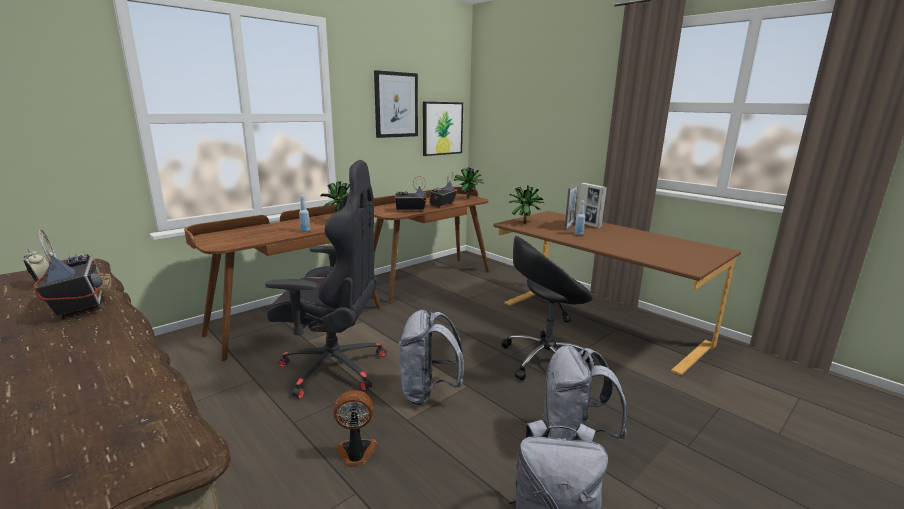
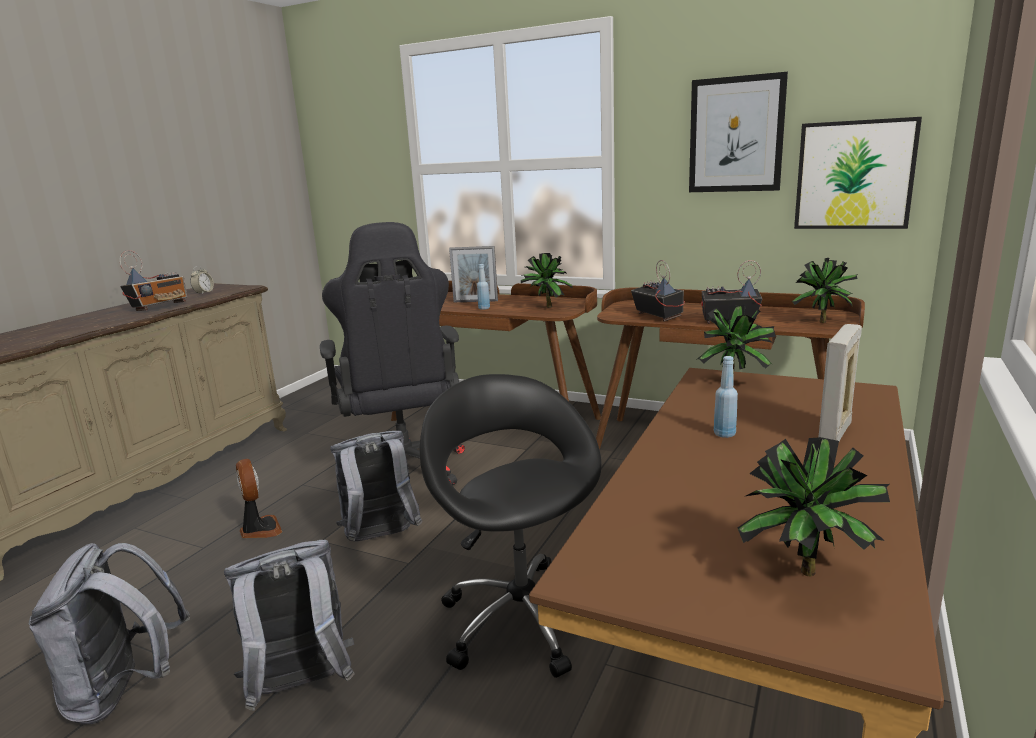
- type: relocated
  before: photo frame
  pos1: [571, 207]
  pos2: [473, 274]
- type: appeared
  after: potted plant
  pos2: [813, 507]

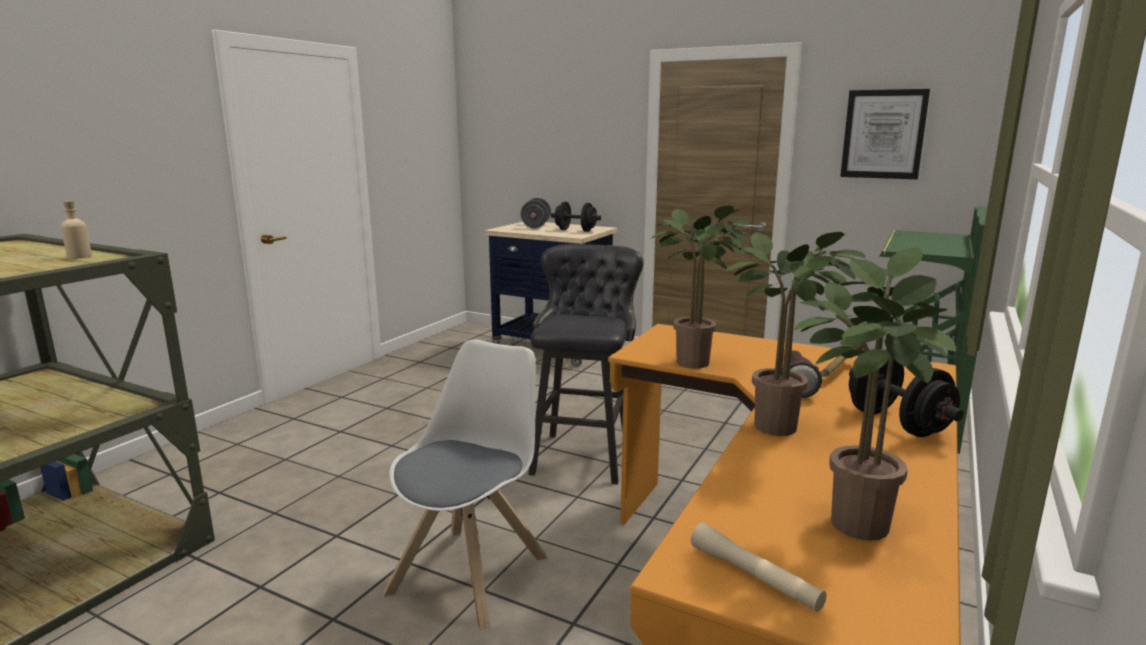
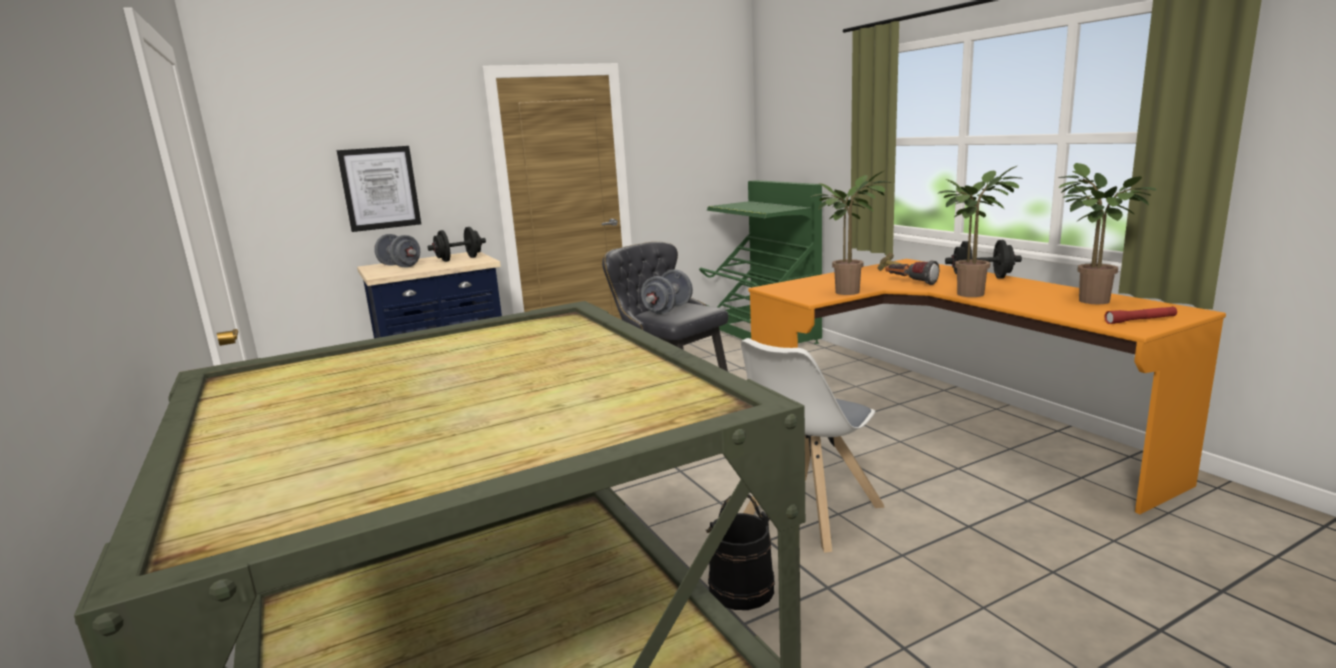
- type: relocated
  before: wall picture
  pos1: [885, 134]
  pos2: [379, 189]
- type: missing
  before: beige beverage bottle
  pos1: [76, 230]
- type: spun
  before: upright chair
  pos1: [465, 485]
  pos2: [813, 445]
  turn: -105
- type: colour
  before: beige flashlight
  after: red-coloured flashlight
  pos1: [758, 567]
  pos2: [1140, 315]
- type: appeared
  after: gray hand weight
  pos2: [667, 292]
- type: appeared
  after: black-coloured water bucket
  pos2: [740, 552]

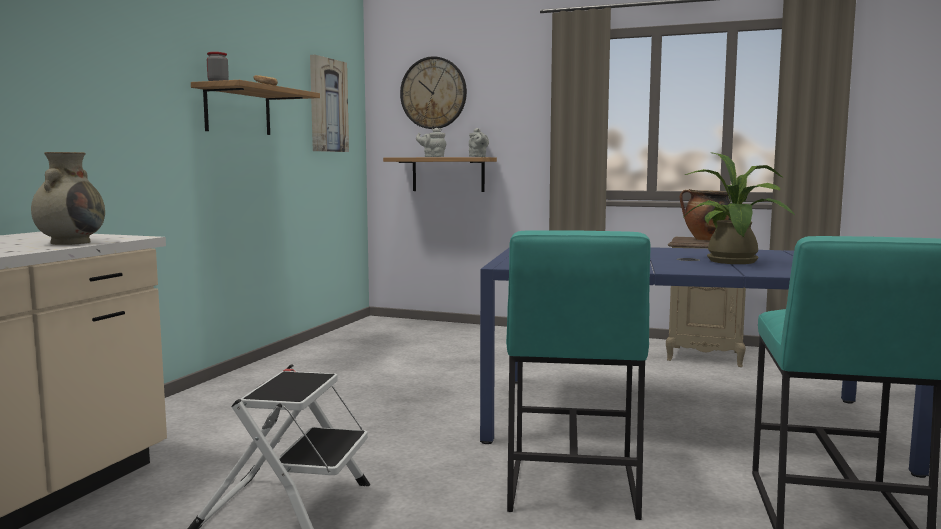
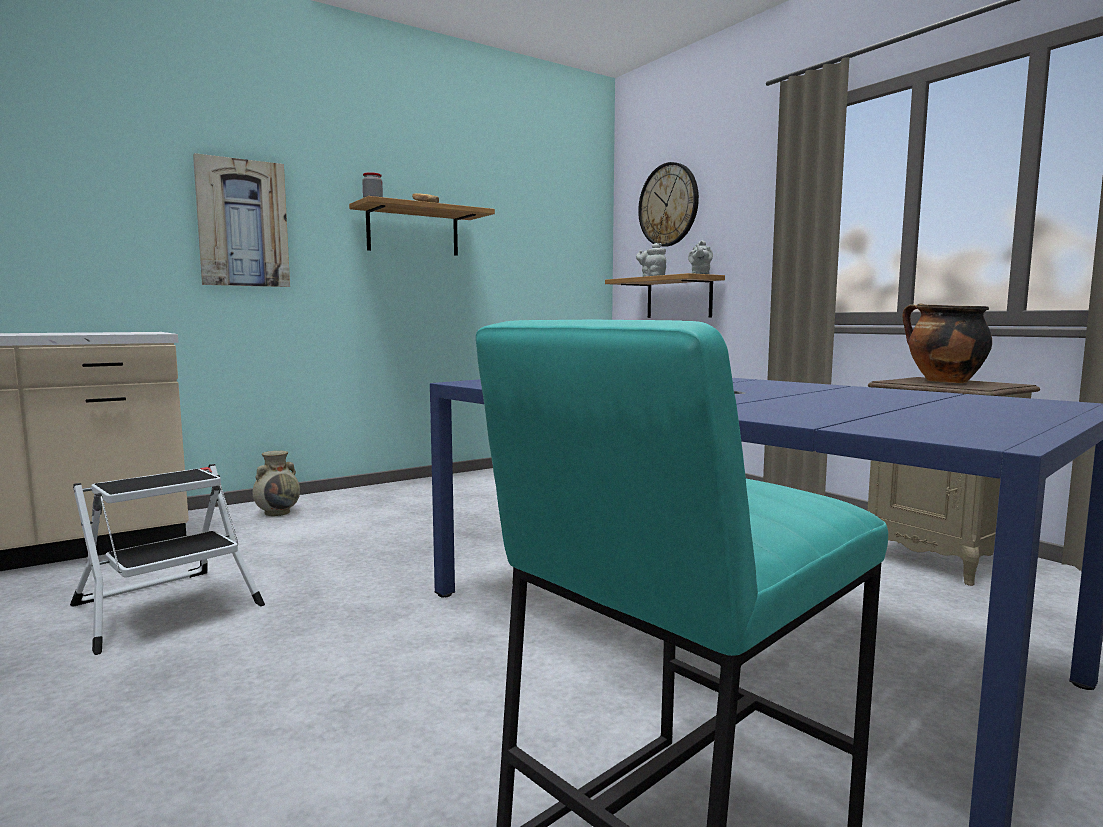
- type: relocated
  before: wall picture
  pos1: [329, 103]
  pos2: [241, 220]
- type: relocated
  before: beige vase
  pos1: [68, 198]
  pos2: [276, 483]
- type: missing
  before: potted plant
  pos1: [739, 208]
- type: missing
  before: blue-green upright chair
  pos1: [578, 375]

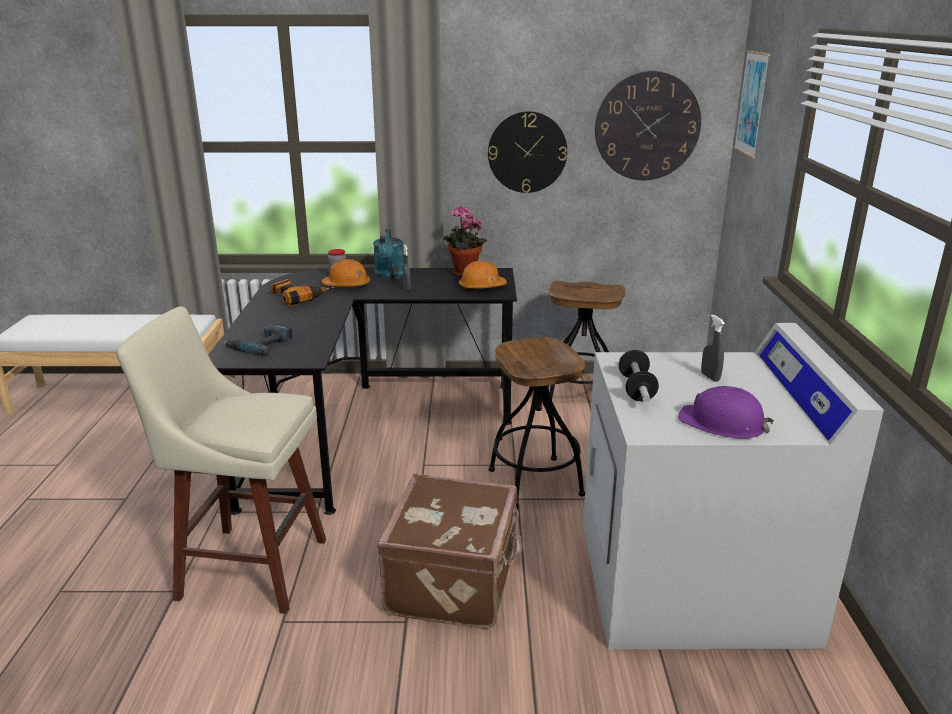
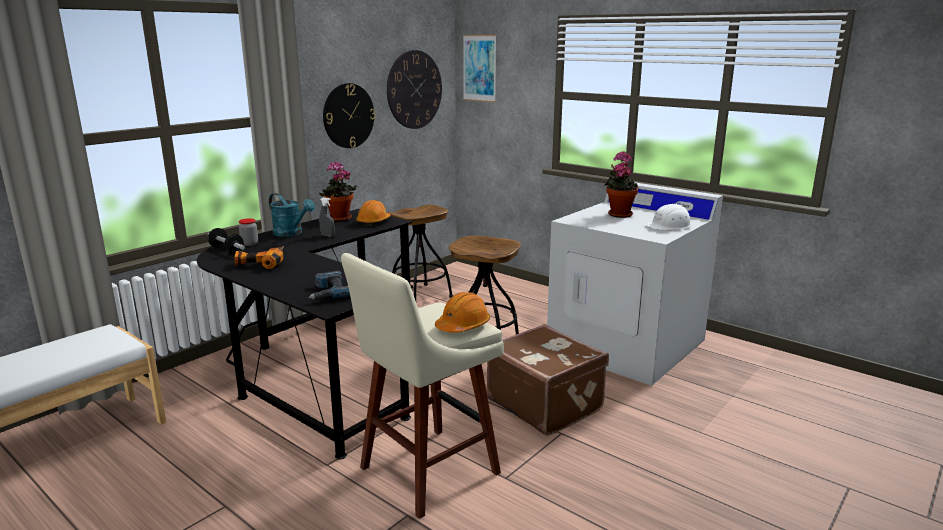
- type: relocated
  before: orange-coloured work helmet
  pos1: [346, 273]
  pos2: [462, 312]
- type: exchanged
  before: gray sprayer
  after: potted plant
  pos1: [713, 348]
  pos2: [621, 184]
- type: relocated
  before: hand weight
  pos1: [639, 376]
  pos2: [226, 241]
- type: colour
  before: purplish work helmet
  after: whitish work helmet
  pos1: [726, 412]
  pos2: [668, 217]

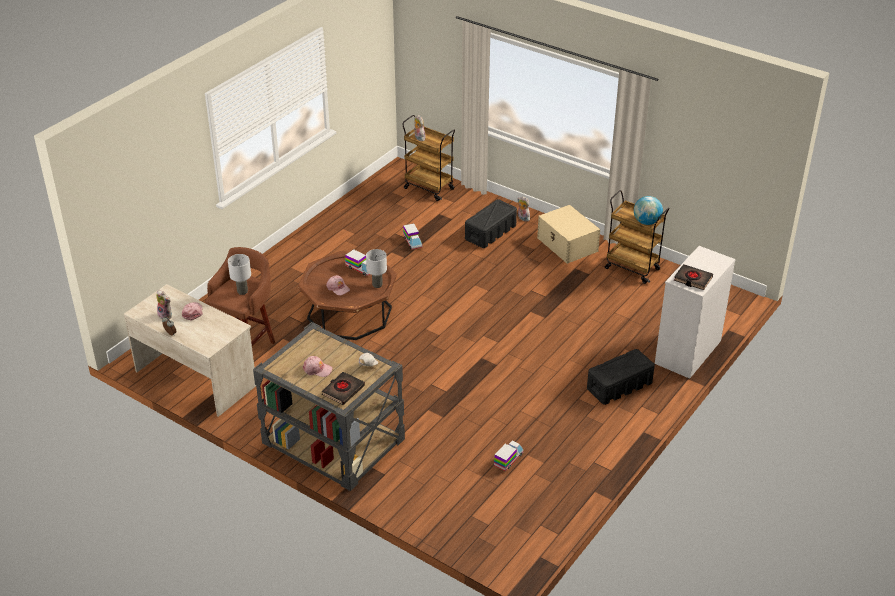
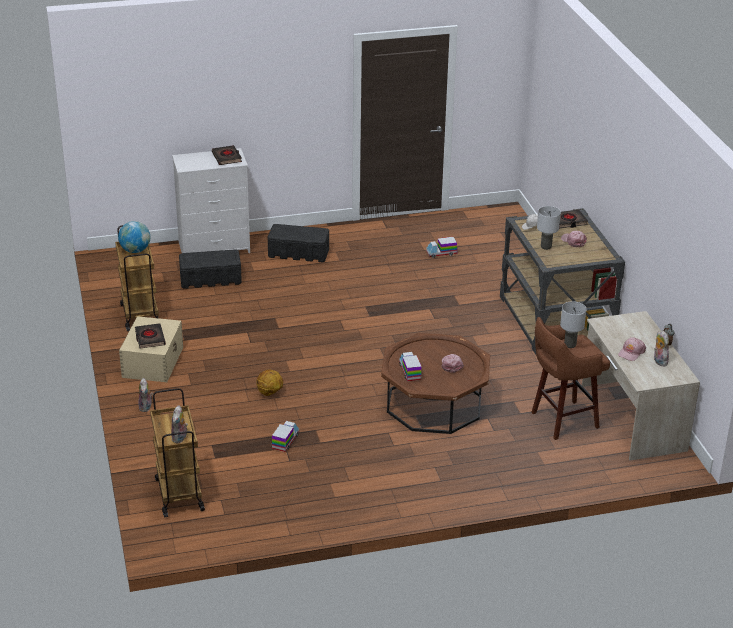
- type: relocated
  before: black-coloured storage box
  pos1: [491, 223]
  pos2: [210, 269]
- type: relocated
  before: whitish lamp for a table
  pos1: [376, 268]
  pos2: [549, 228]
- type: appeared
  after: black-coloured volume
  pos2: [150, 335]
- type: appeared
  after: ball for basketball
  pos2: [269, 382]

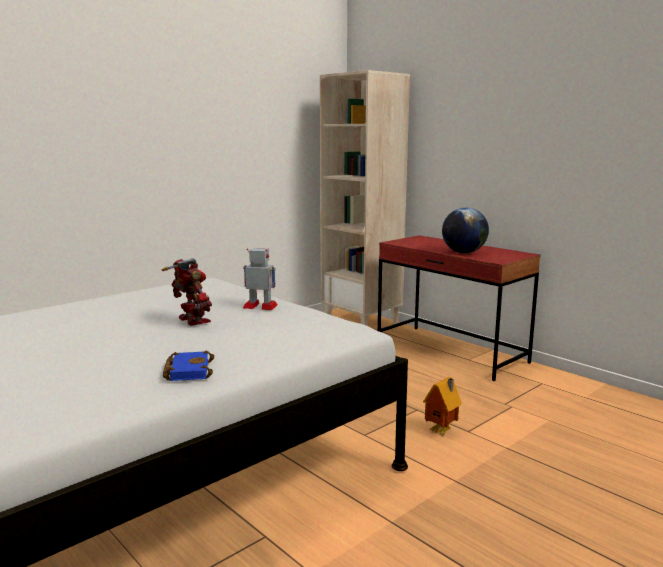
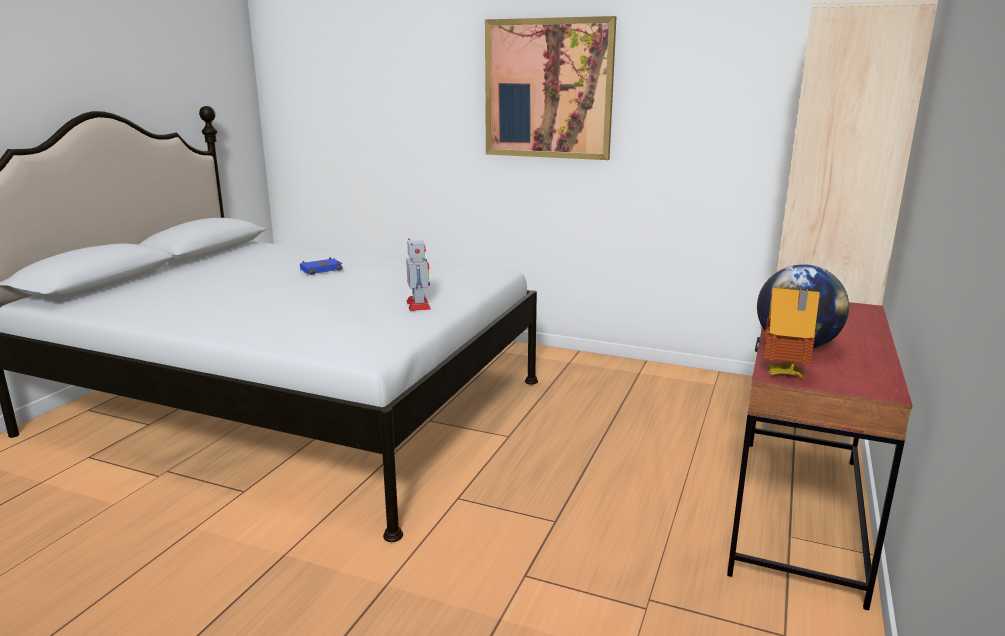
- type: missing
  before: model robot
  pos1: [187, 292]
- type: relocated
  before: blue-coloured volume
  pos1: [188, 365]
  pos2: [321, 266]
- type: relocated
  before: miniature house
  pos1: [442, 406]
  pos2: [792, 333]
- type: appeared
  after: wall picture
  pos2: [550, 88]

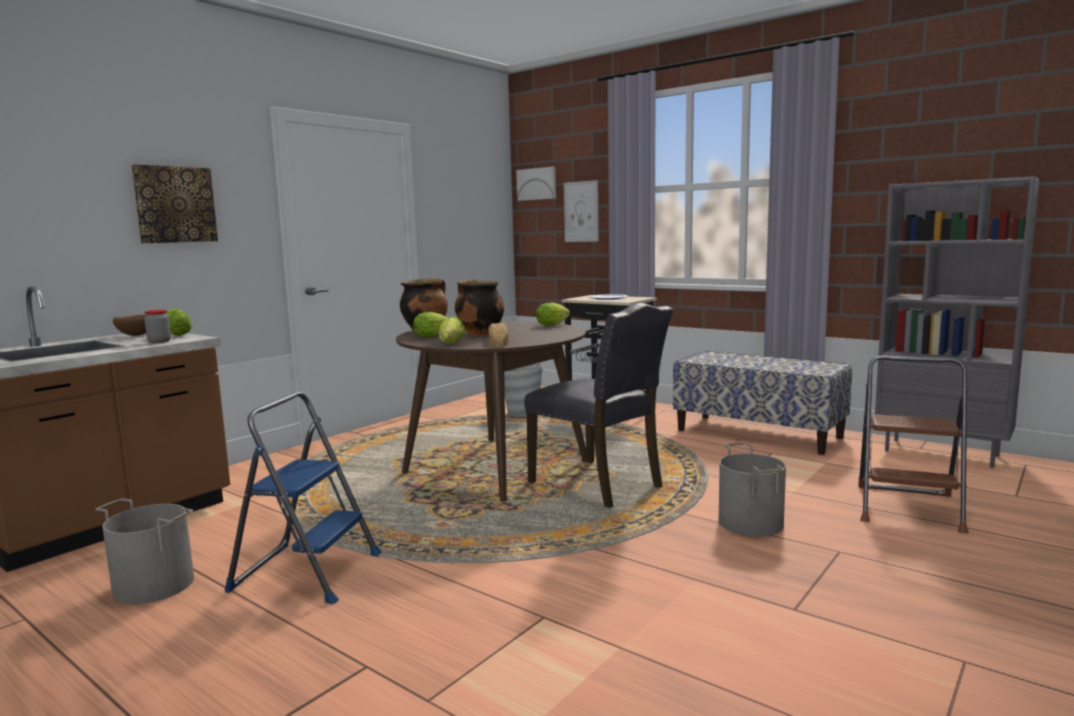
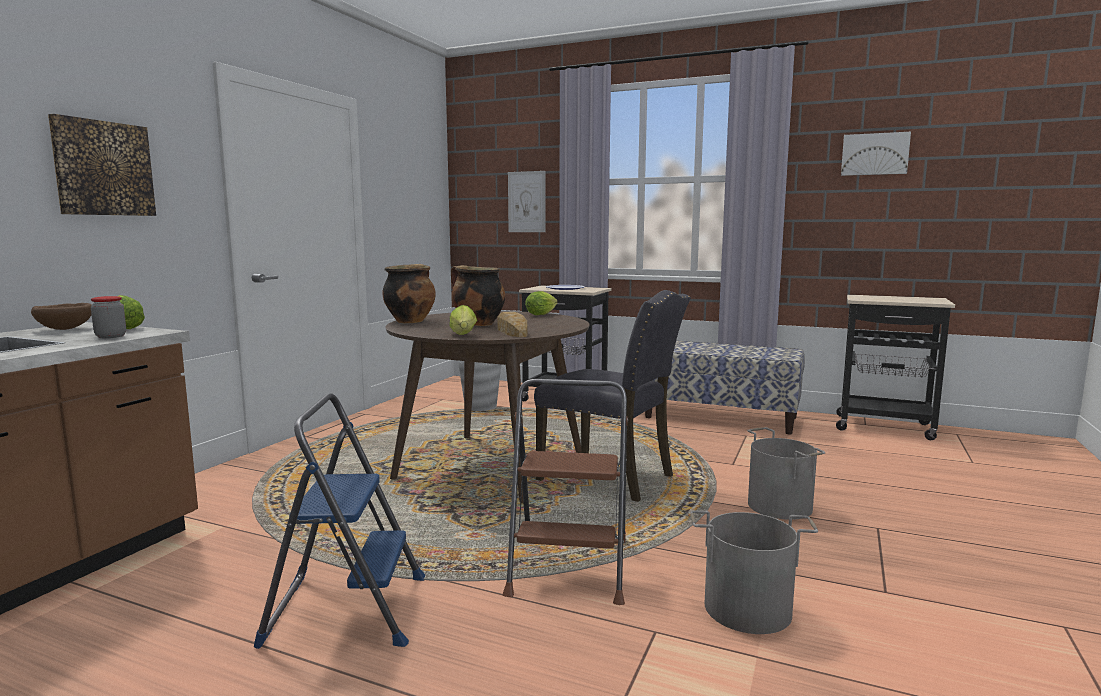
- type: relocated
  before: wall picture
  pos1: [536, 184]
  pos2: [876, 154]
- type: exchanged
  before: gray bookshelf
  after: cart
  pos1: [957, 322]
  pos2: [895, 367]
- type: missing
  before: lettuce
  pos1: [430, 324]
- type: relocated
  before: brown stepladder
  pos1: [913, 445]
  pos2: [565, 492]
- type: relocated
  before: gray water bucket
  pos1: [144, 551]
  pos2: [754, 572]

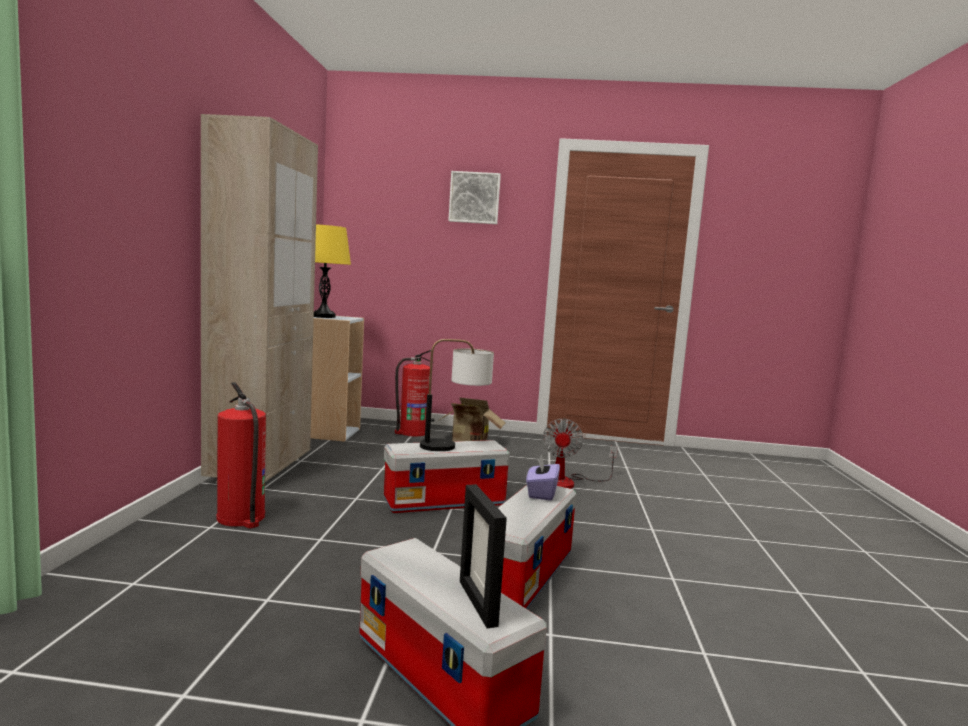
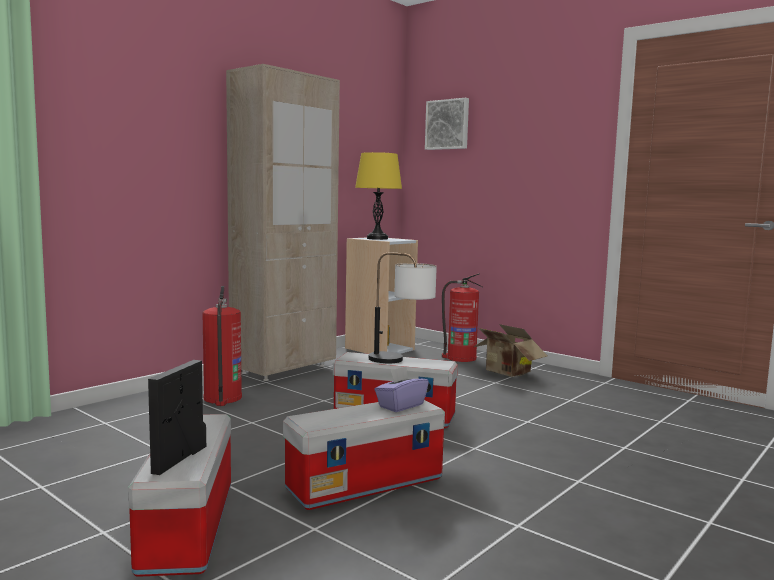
- type: relocated
  before: wall picture
  pos1: [474, 197]
  pos2: [447, 124]
- type: missing
  before: fan
  pos1: [580, 453]

